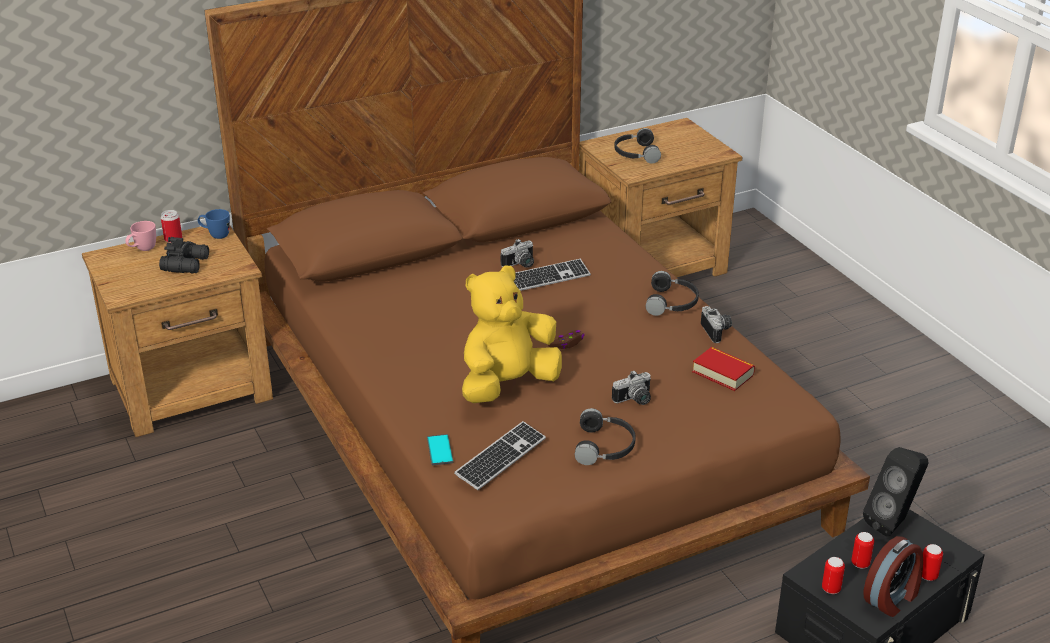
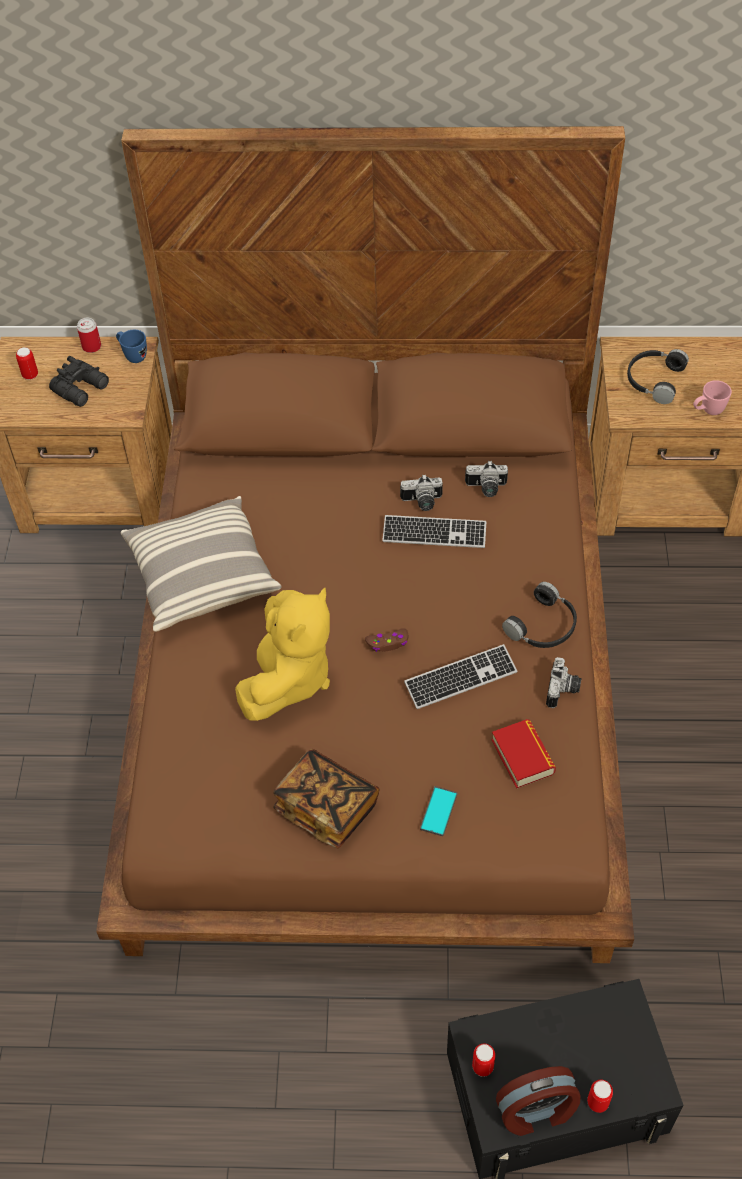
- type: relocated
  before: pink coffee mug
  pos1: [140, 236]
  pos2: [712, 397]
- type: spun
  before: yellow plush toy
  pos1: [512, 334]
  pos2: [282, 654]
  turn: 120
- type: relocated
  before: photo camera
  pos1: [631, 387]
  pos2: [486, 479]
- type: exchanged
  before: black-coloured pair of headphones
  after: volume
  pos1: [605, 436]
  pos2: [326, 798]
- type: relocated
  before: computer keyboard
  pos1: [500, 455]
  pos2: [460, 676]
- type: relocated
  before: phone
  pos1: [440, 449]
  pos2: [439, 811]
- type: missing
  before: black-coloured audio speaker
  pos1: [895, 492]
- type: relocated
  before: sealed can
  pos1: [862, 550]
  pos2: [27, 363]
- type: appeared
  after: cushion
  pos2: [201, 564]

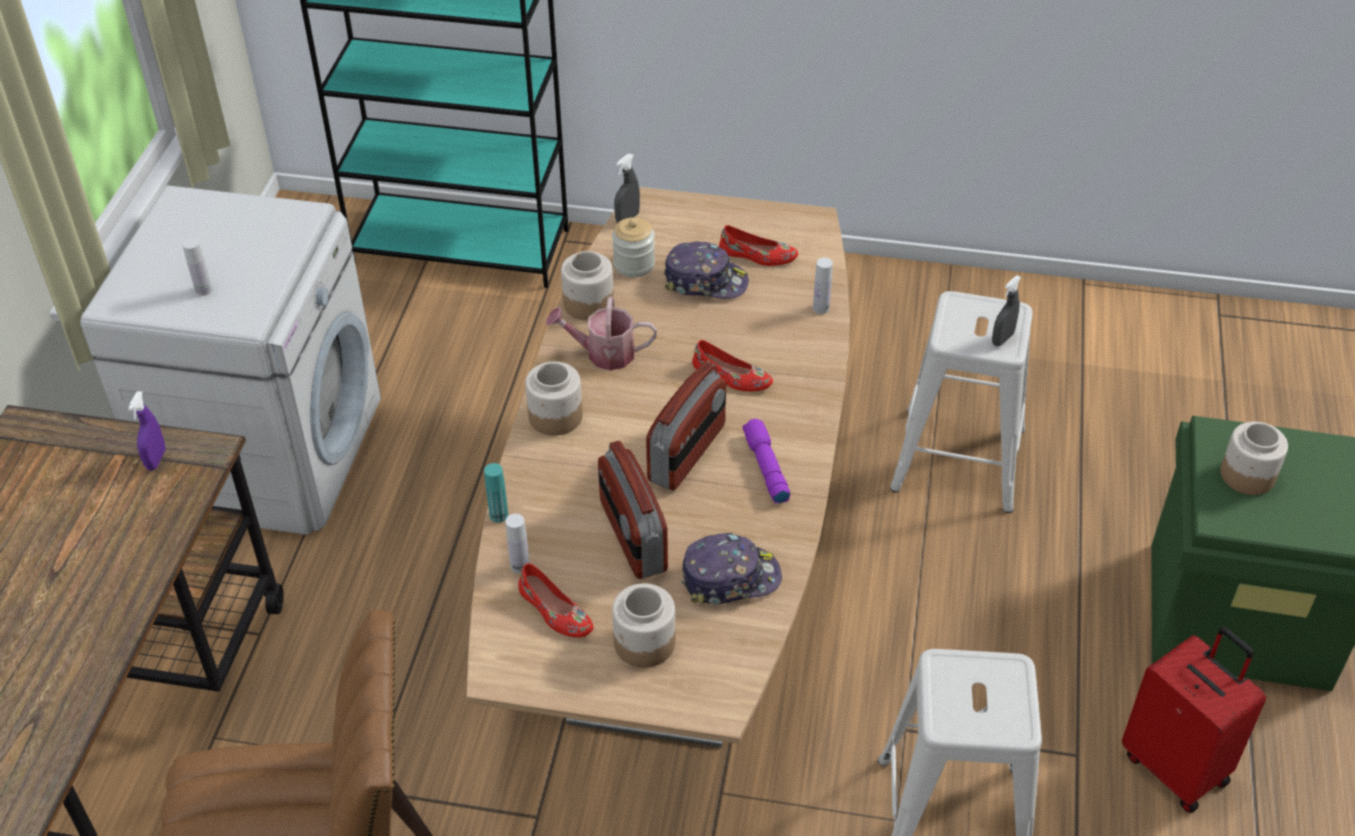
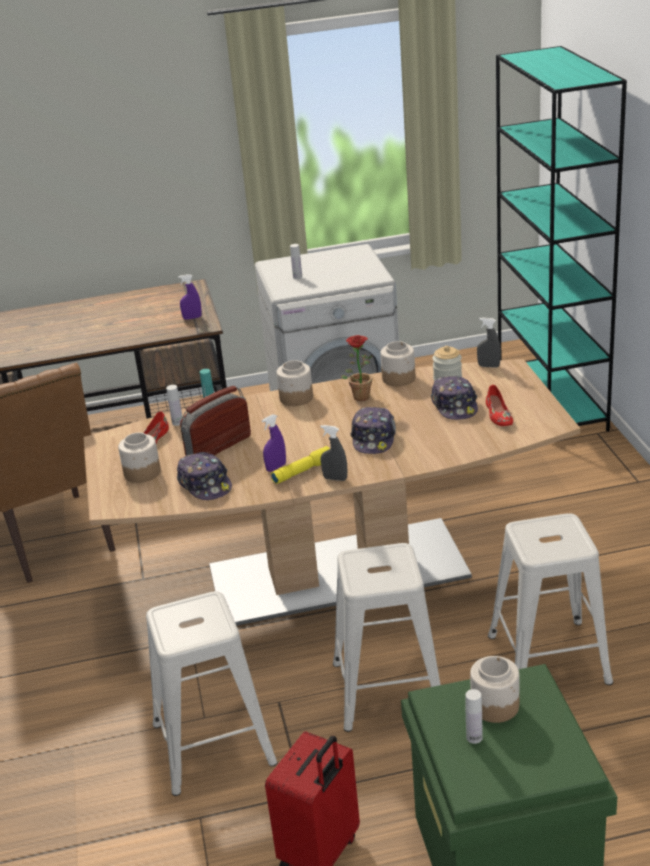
- type: relocated
  before: whitish beverage bottle
  pos1: [823, 286]
  pos2: [474, 716]
- type: relocated
  before: gray sprayer
  pos1: [1006, 310]
  pos2: [333, 453]
- type: exchanged
  before: sprinkling can
  after: potted plant
  pos1: [601, 333]
  pos2: [356, 368]
- type: exchanged
  before: red-coloured low shoe
  after: baseball cap
  pos1: [732, 365]
  pos2: [373, 430]
- type: missing
  before: radio
  pos1: [686, 426]
- type: colour
  before: purplish flashlight
  after: yellow flashlight
  pos1: [766, 461]
  pos2: [300, 465]
- type: appeared
  after: purplish sprayer
  pos2: [274, 443]
- type: appeared
  after: whitish stool seat
  pos2: [387, 637]

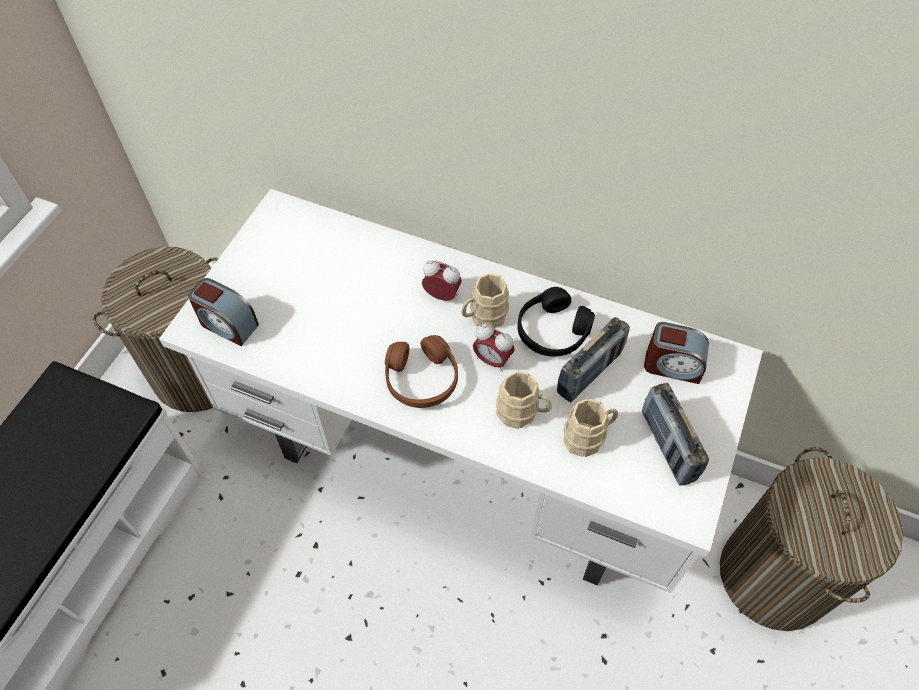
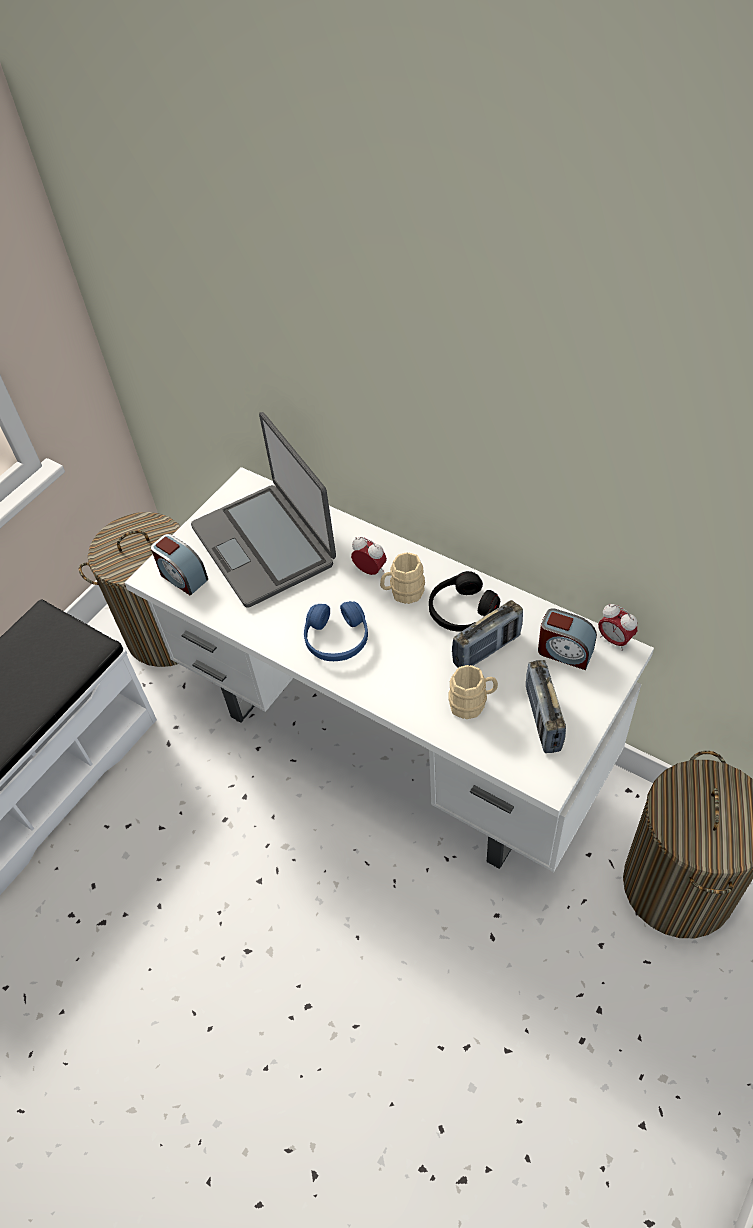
- type: relocated
  before: bedside clock
  pos1: [494, 348]
  pos2: [617, 627]
- type: colour
  before: brown pair of headphones
  after: blue-coloured pair of headphones
  pos1: [421, 371]
  pos2: [336, 631]
- type: missing
  before: beige coffee mug
  pos1: [524, 400]
- type: appeared
  after: laptop
  pos2: [263, 510]

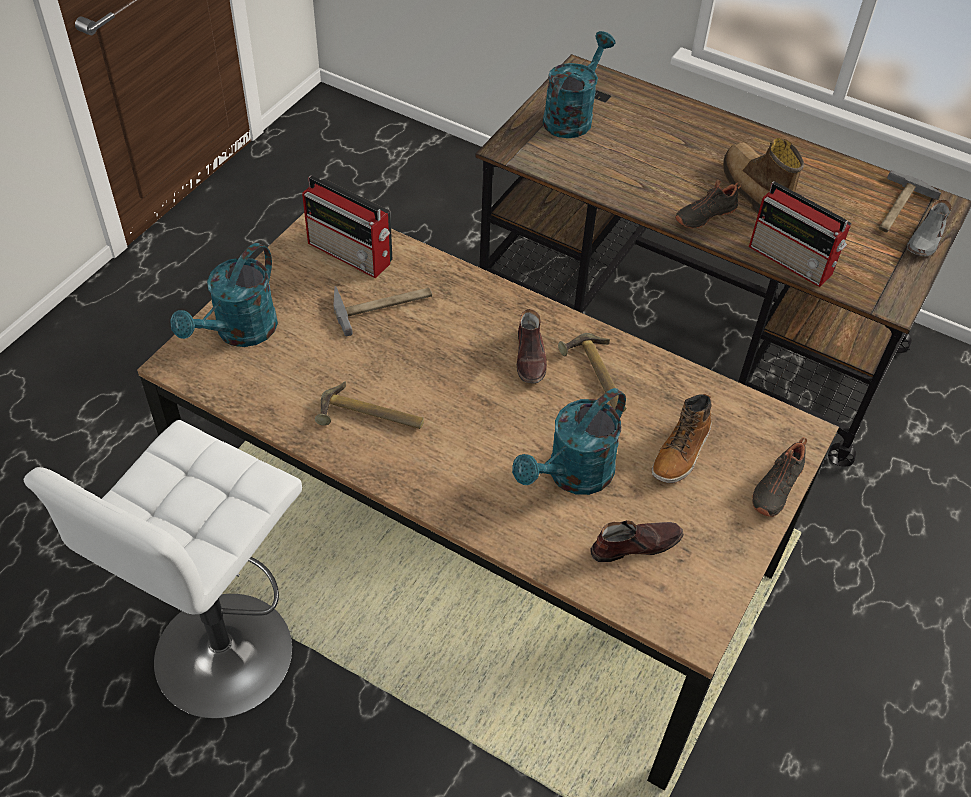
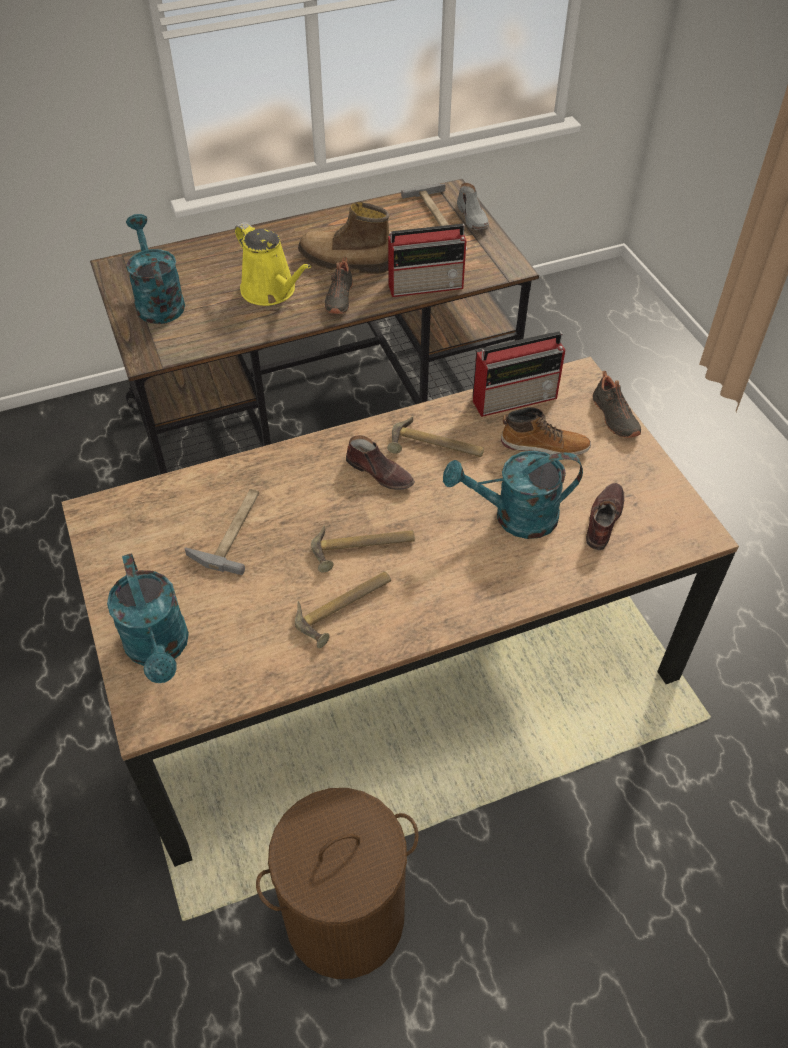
- type: relocated
  before: radio
  pos1: [347, 227]
  pos2: [519, 374]
- type: spun
  before: blue-green sprinkling can
  pos1: [569, 441]
  pos2: [513, 495]
  turn: 90
- type: spun
  before: boot
  pos1: [682, 438]
  pos2: [546, 431]
  turn: -60
- type: exchanged
  before: whitish stool seat
  after: brown washing basket
  pos1: [163, 569]
  pos2: [337, 883]
- type: appeared
  after: yellow sprinkling can
  pos2: [273, 264]
- type: appeared
  after: tool hammer
  pos2: [363, 548]

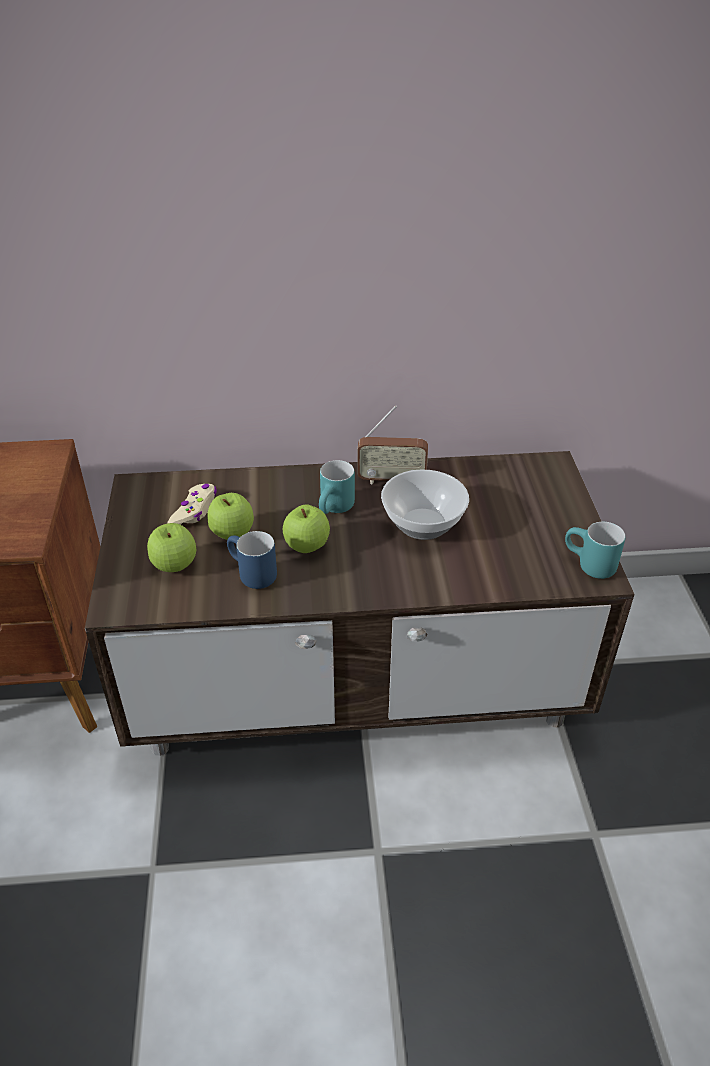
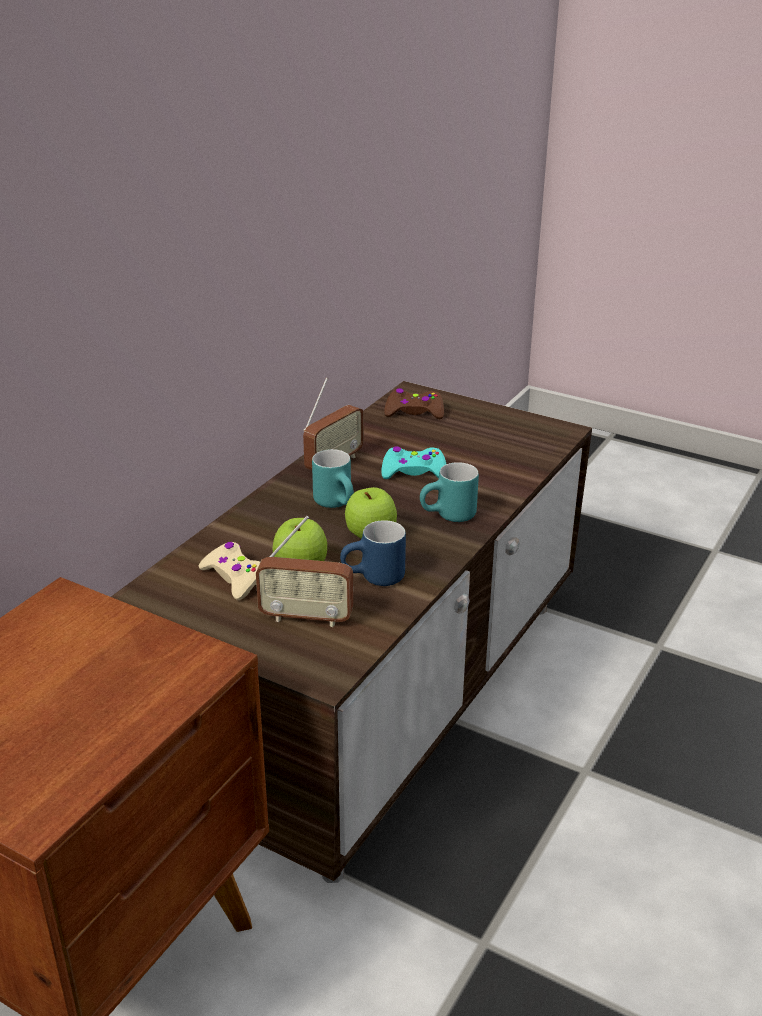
- type: exchanged
  before: bowl
  after: blue-green gamepad
  pos1: [425, 504]
  pos2: [413, 462]
- type: relocated
  before: blue-green coffee mug
  pos1: [595, 550]
  pos2: [449, 492]
- type: exchanged
  before: apple fruit
  after: radio
  pos1: [171, 547]
  pos2: [304, 571]
- type: appeared
  after: brown gamepad
  pos2: [414, 403]

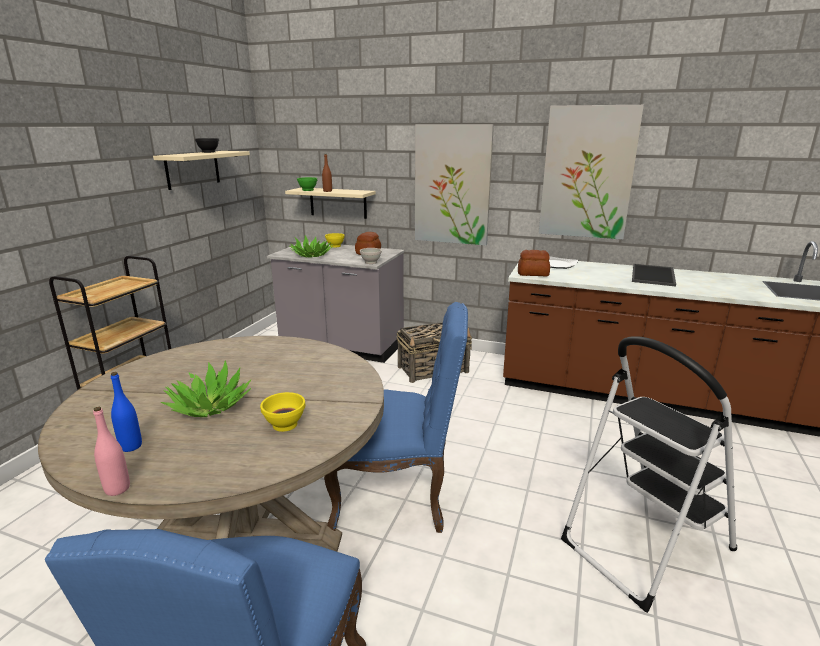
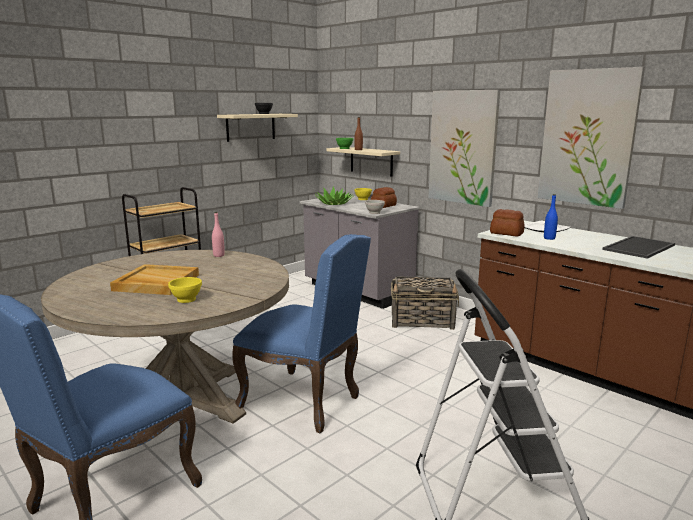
- type: exchanged
  before: potted plant
  after: beige tray
  pos1: [206, 388]
  pos2: [154, 279]
- type: relocated
  before: blue-coloured beverage bottle
  pos1: [126, 412]
  pos2: [551, 217]
- type: relocated
  before: pink beverage bottle
  pos1: [111, 451]
  pos2: [218, 234]

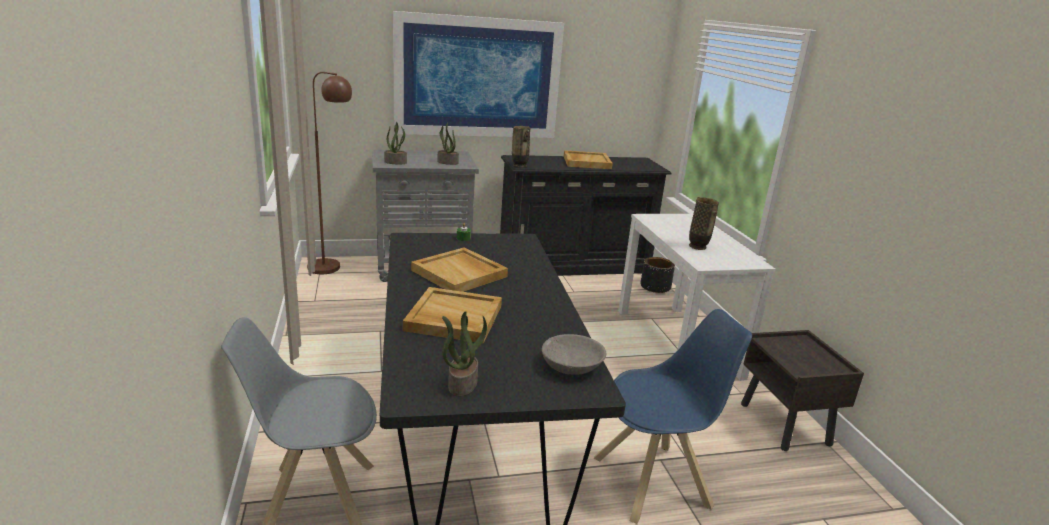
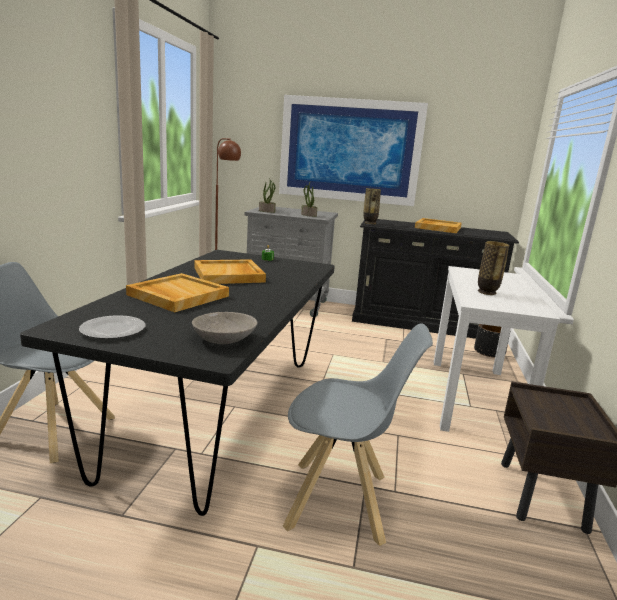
- type: colour
  before: blue-coloured upright chair
  after: gray upright chair
  pos1: [672, 416]
  pos2: [358, 434]
- type: exchanged
  before: potted plant
  after: plate
  pos1: [464, 353]
  pos2: [112, 327]

